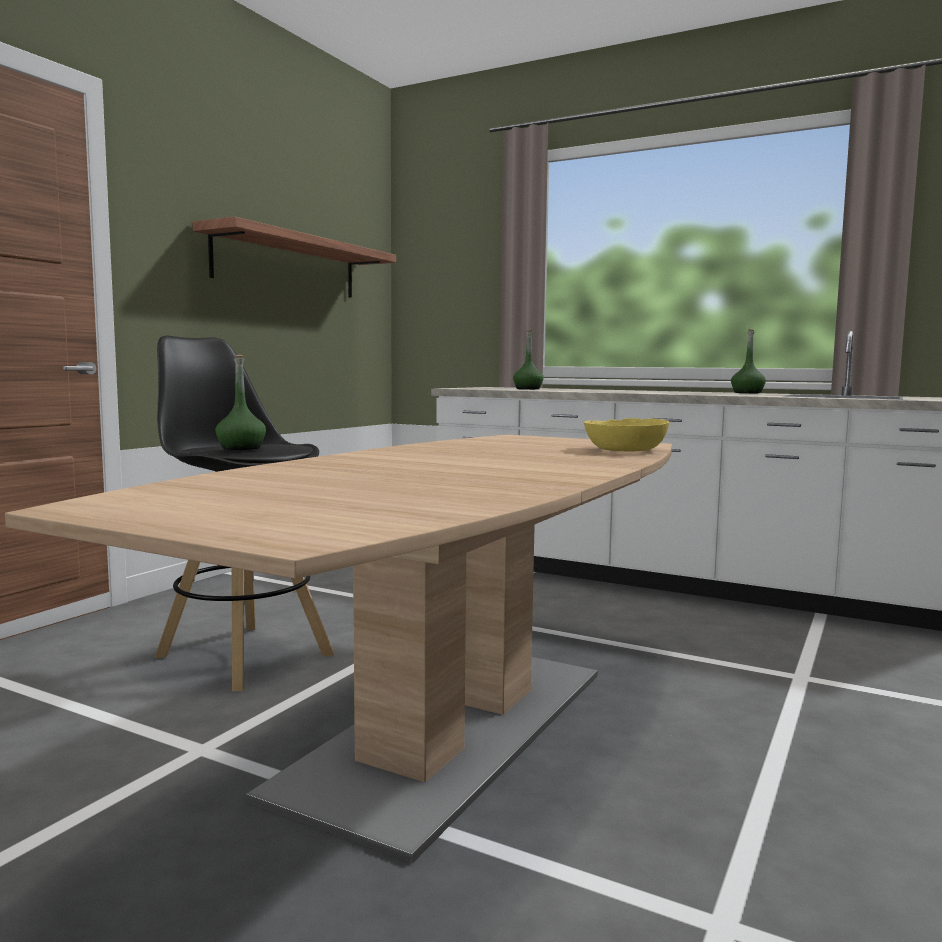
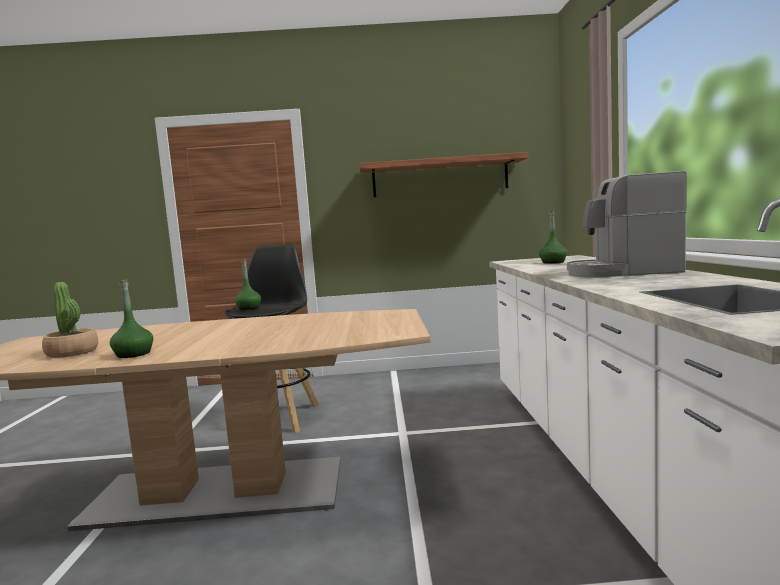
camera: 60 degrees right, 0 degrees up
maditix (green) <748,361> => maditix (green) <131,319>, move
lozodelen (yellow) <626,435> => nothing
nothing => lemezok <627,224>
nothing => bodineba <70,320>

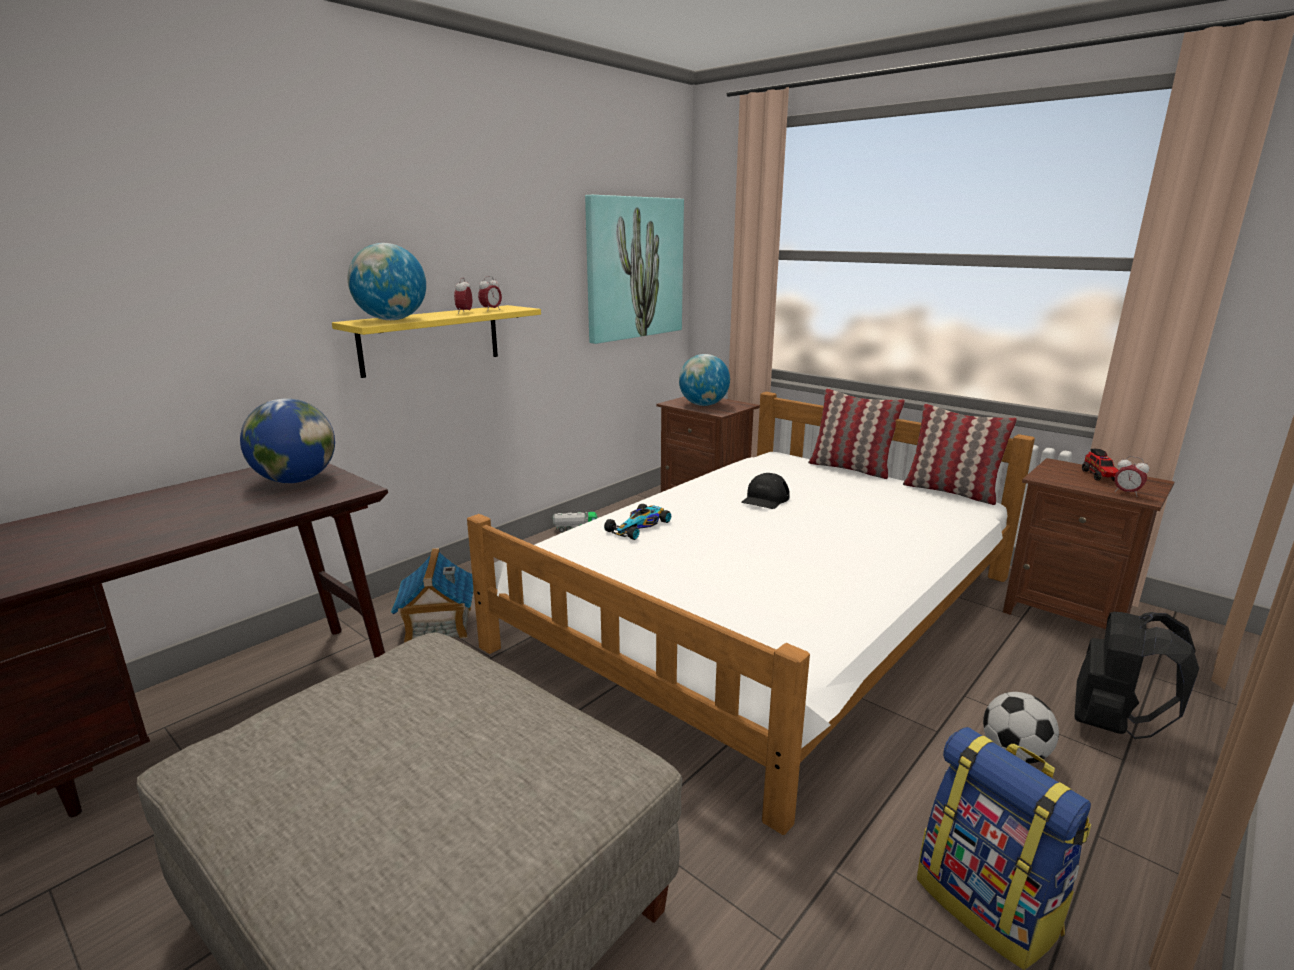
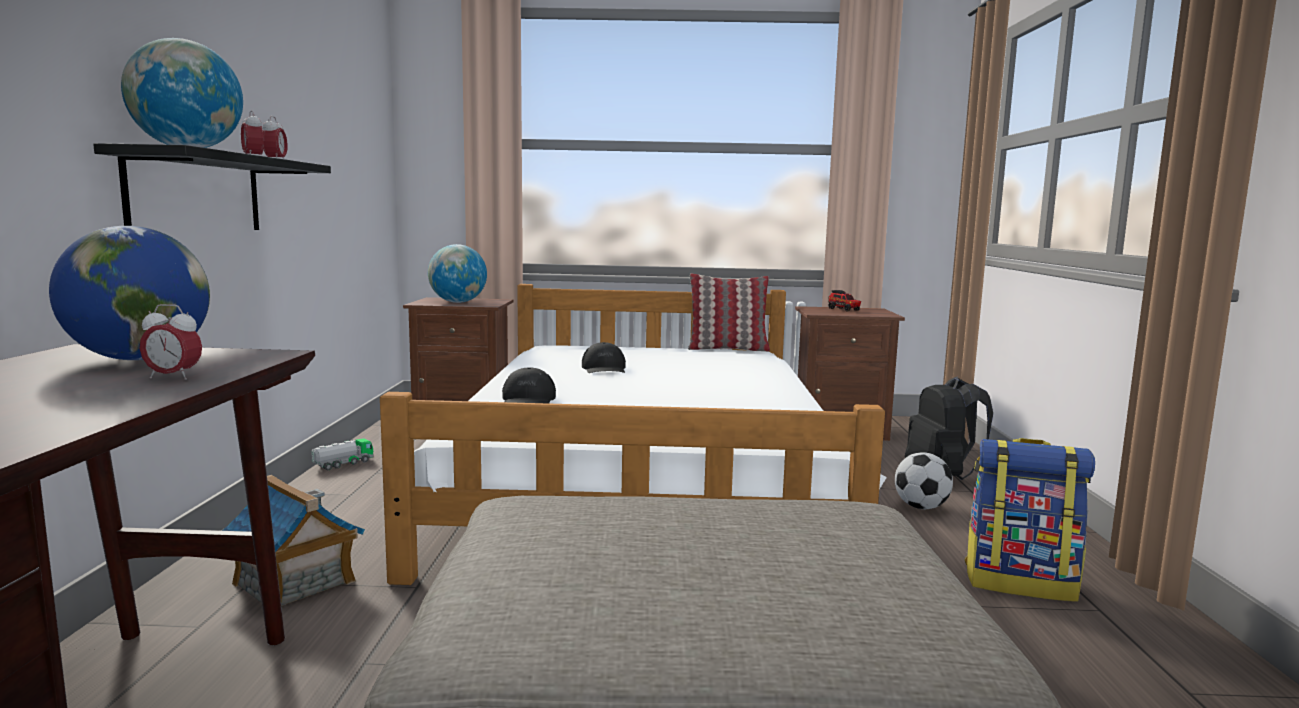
camera: 40 degrees left, 10 degrees down
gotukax <634,269> => nothing
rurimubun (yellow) <436,341> => rurimubun (black) <212,186>
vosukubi <856,434> => nothing
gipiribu <1131,476> => gipiribu <171,342>, move
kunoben <637,522> => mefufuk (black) <529,385>

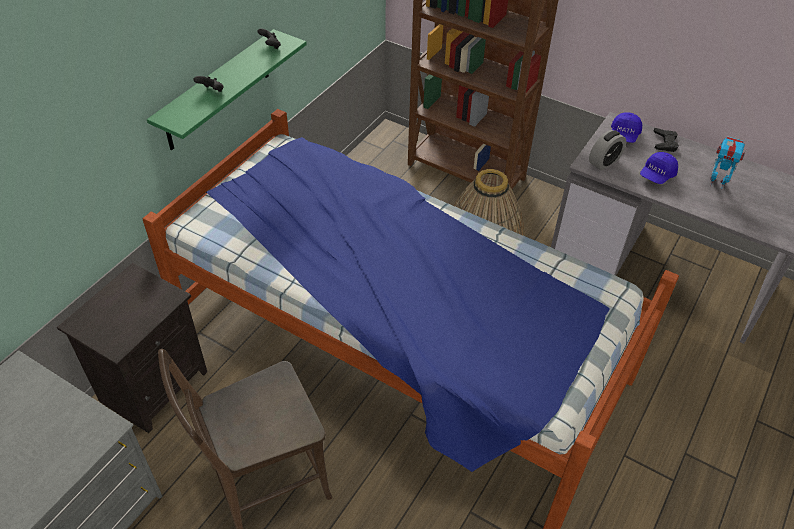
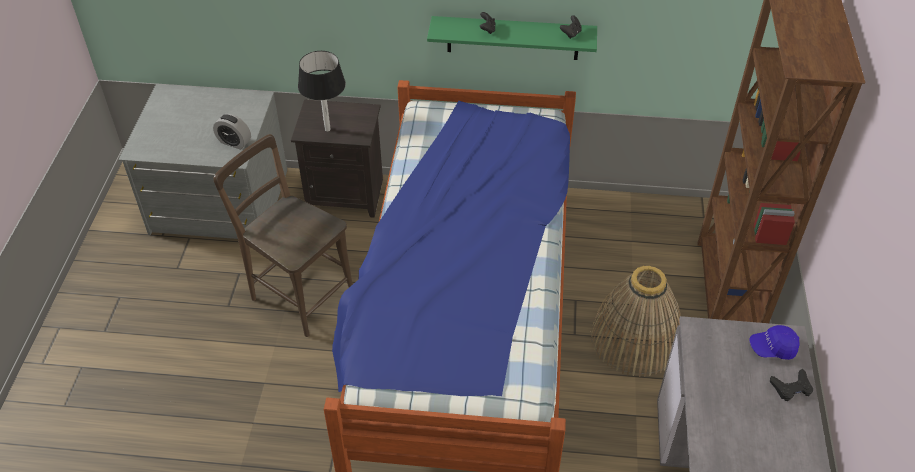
camera: 65 degrees right, 0 degrees up
gipiribu <607,150> => gipiribu <232,132>, move
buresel <727,163> => nothing
mefufuk (blue) <659,168> => nothing
nothing => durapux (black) <322,91>

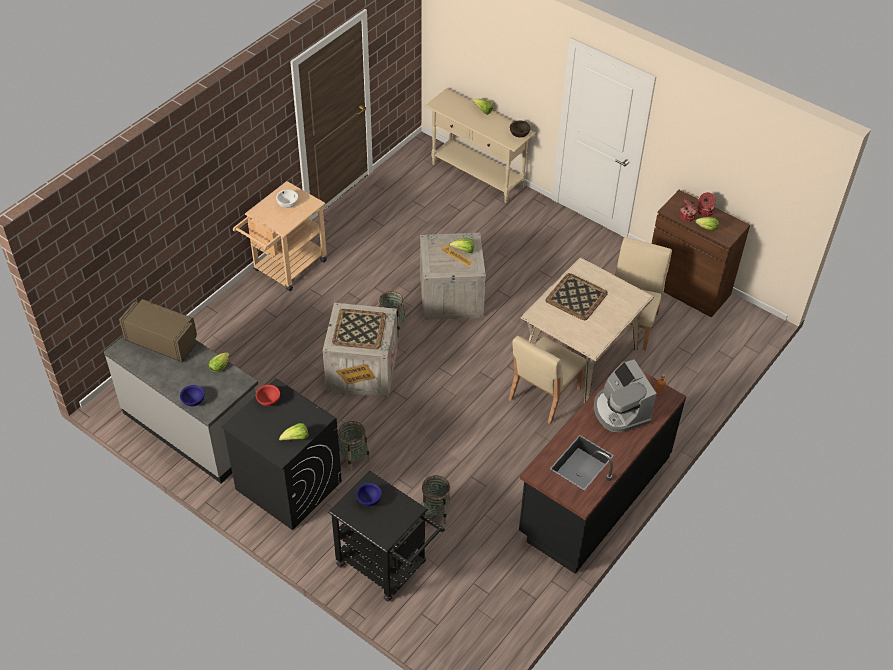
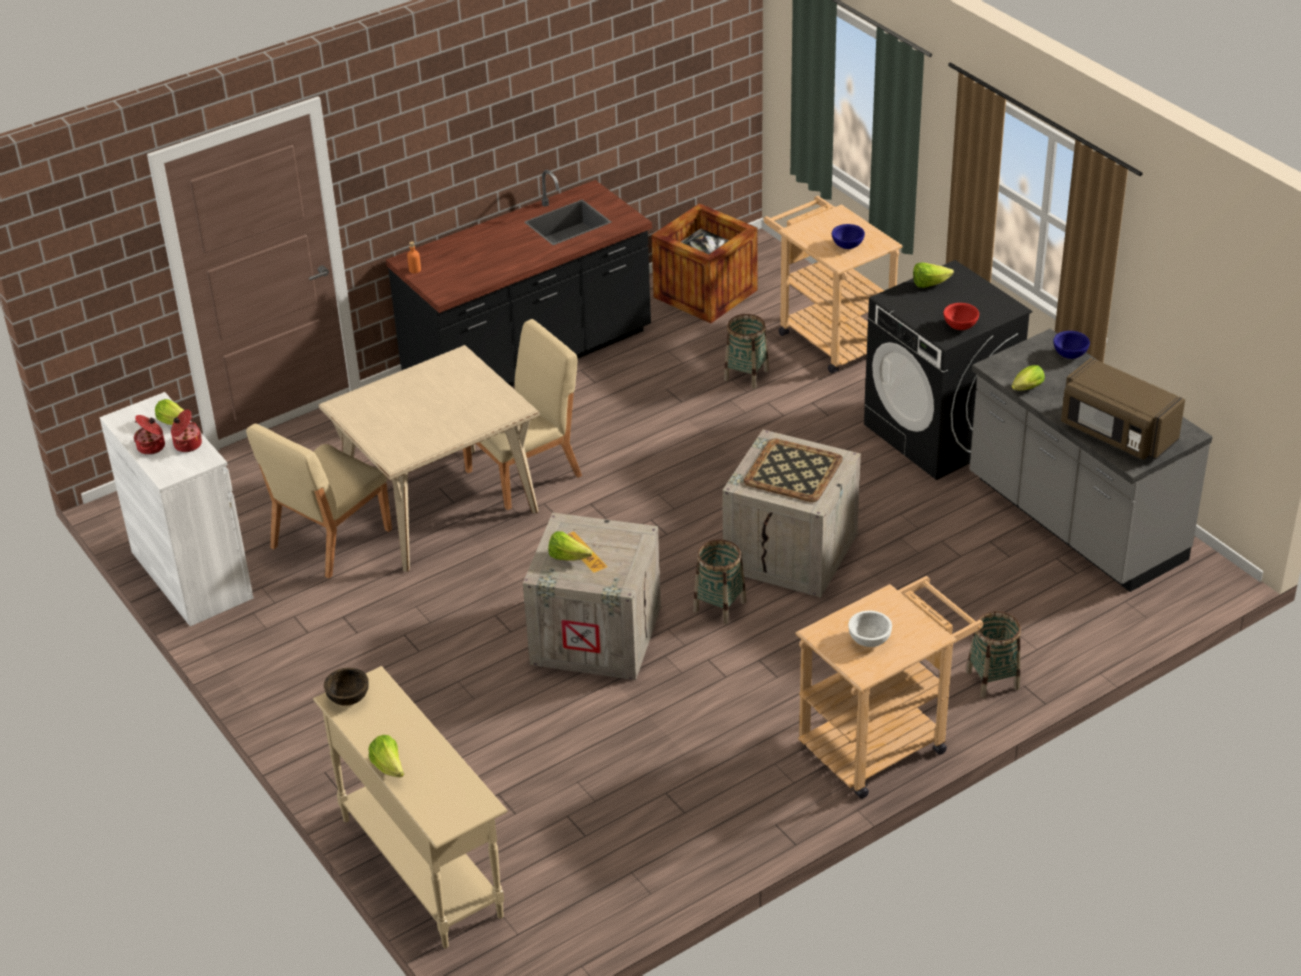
camera: 160 degrees left, 10 degrees down
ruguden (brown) <701,254> => ruguden (white) <176,509>
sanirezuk <576,296> => nothing
lemezok <625,395> => nothing
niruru <354,446> => niruru <993,654>, move
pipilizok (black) <386,536> => pipilizok (beige) <833,284>
nothing => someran <704,263>

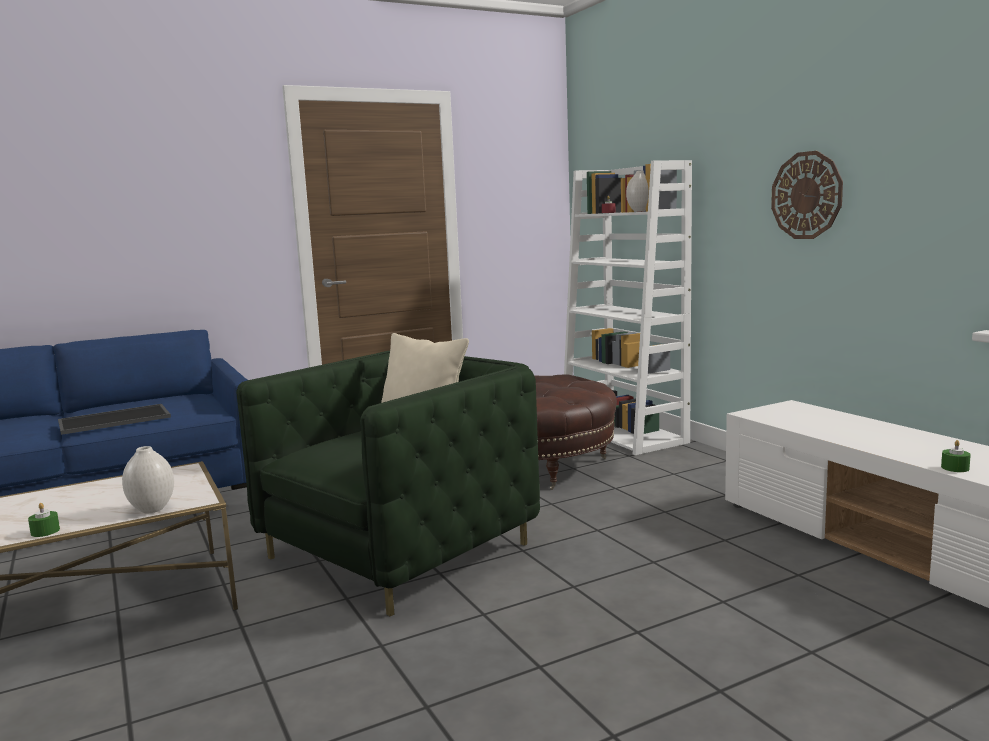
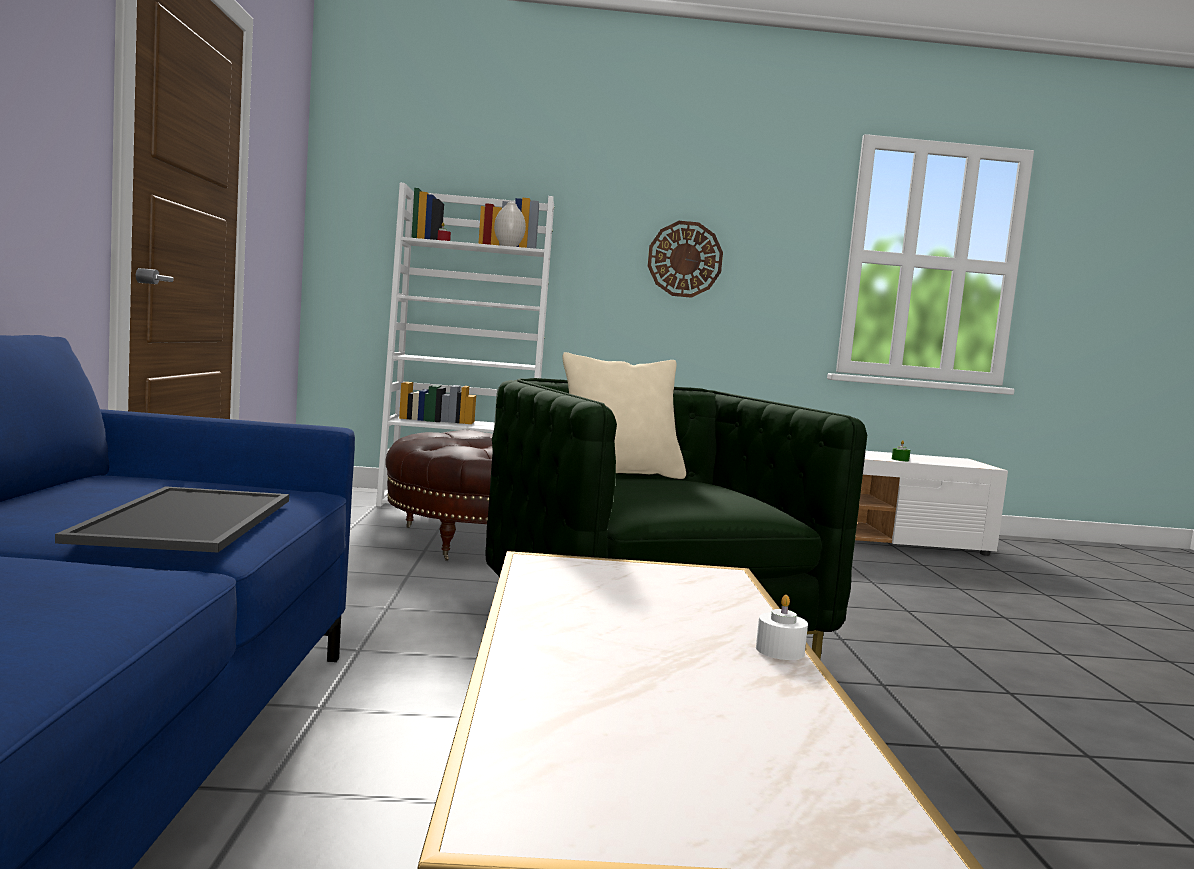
camera: 65 degrees left, 5 degrees down
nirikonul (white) <148,479> => nothing
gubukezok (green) <44,520> => gubukezok (white) <782,627>

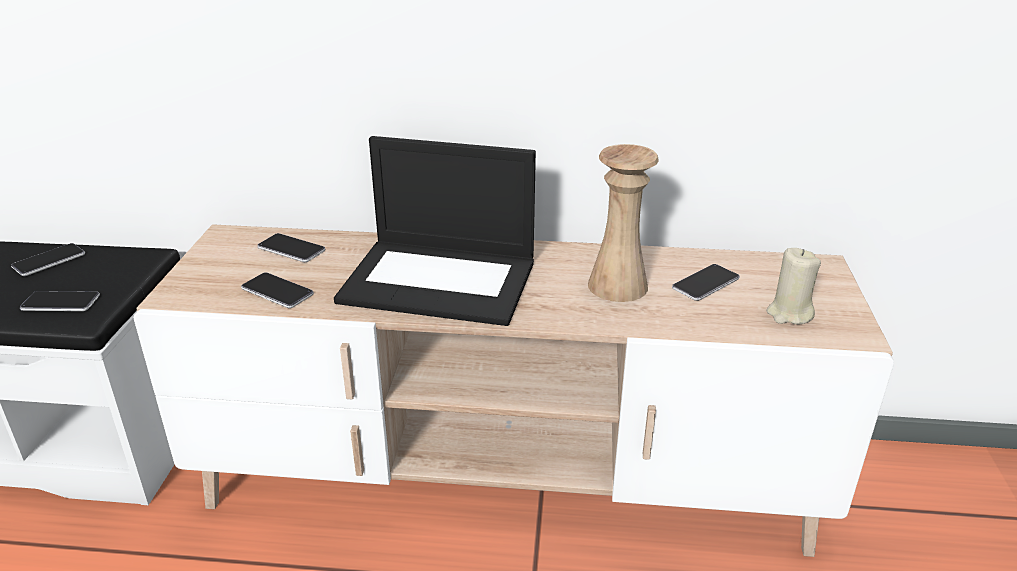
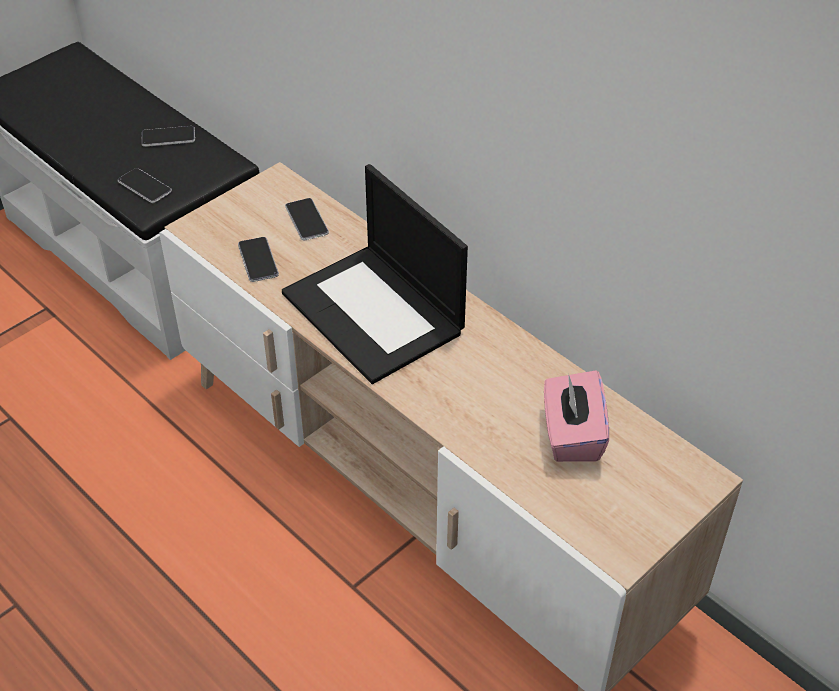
camera: 40 degrees right, 15 degrees up
nirikonul (beige) <623,223> => nothing
gubukezok (beige) <793,286> => nothing
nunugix <706,282> => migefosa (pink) <576,416>

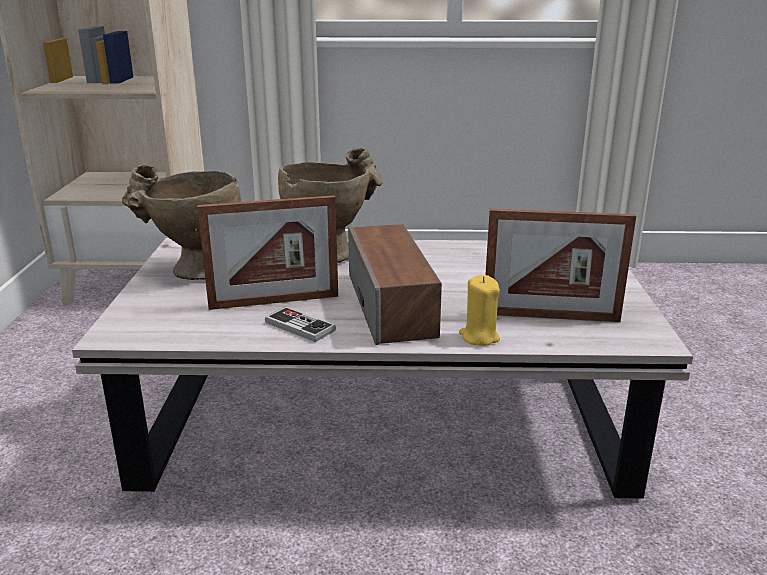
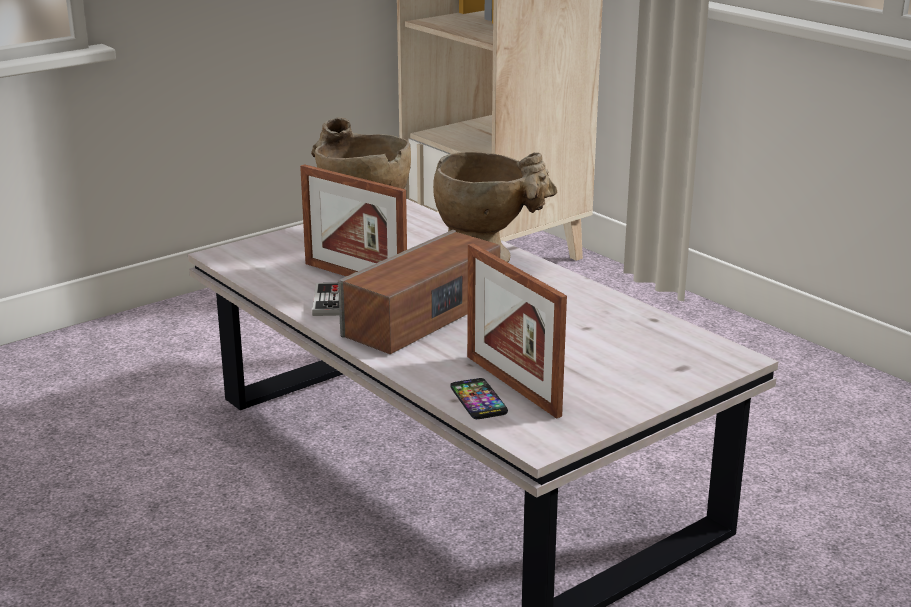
camera: 50 degrees right, 0 degrees up
gubukezok (yellow) <479,310> => nothing
nothing => nunugix <479,398>

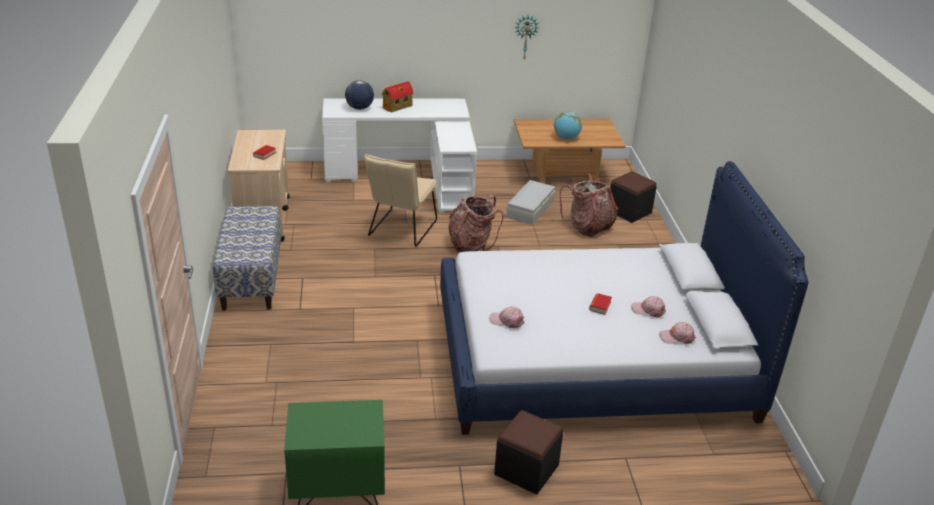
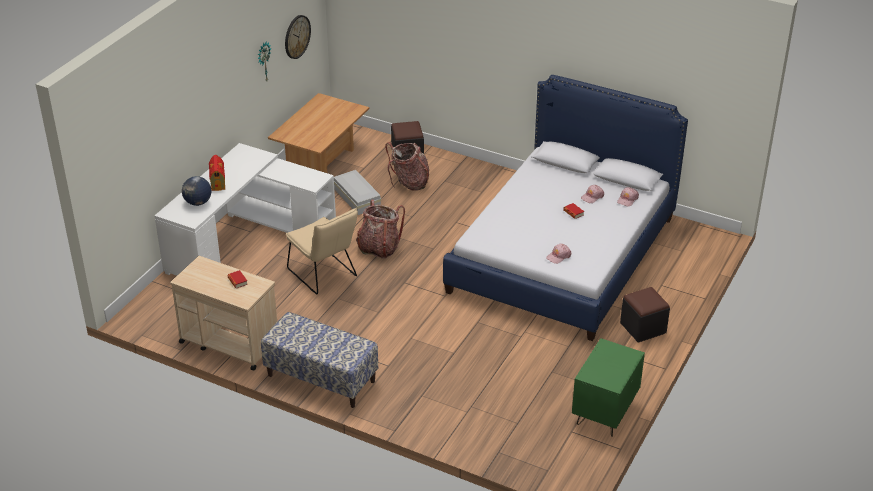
camera: 55 degrees left, 5 degrees up
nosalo <568,125> => nothing
nothing => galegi <298,37>

